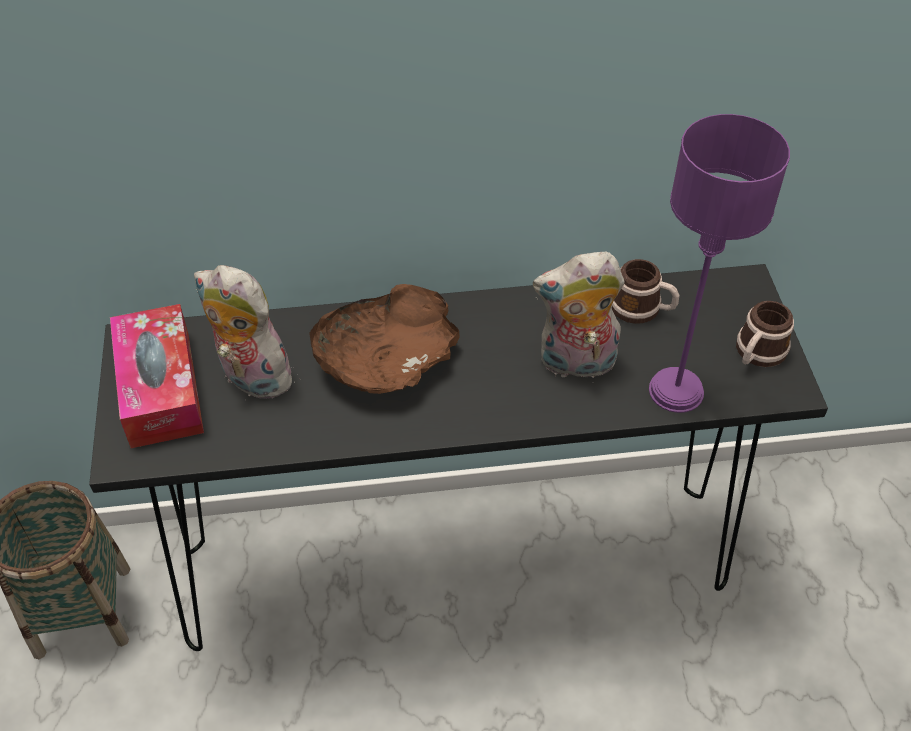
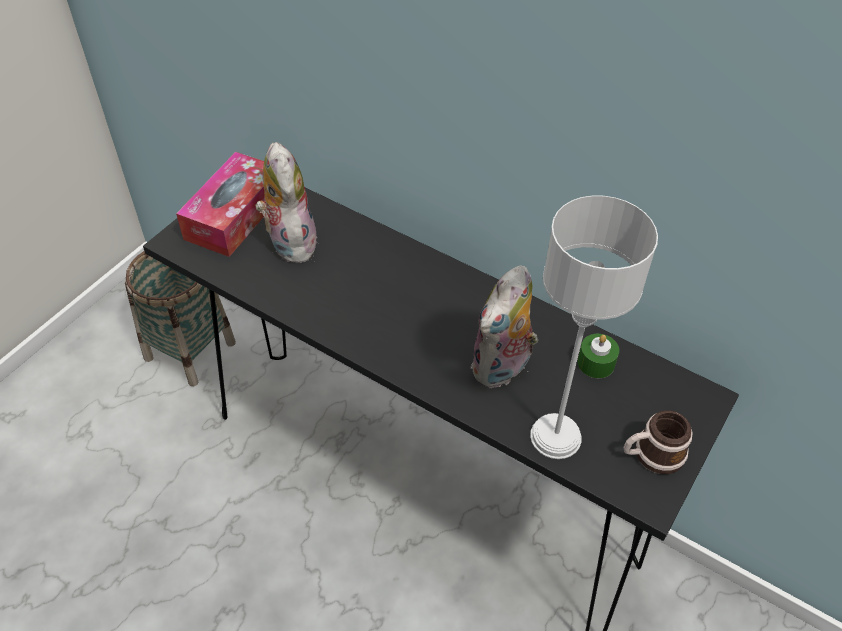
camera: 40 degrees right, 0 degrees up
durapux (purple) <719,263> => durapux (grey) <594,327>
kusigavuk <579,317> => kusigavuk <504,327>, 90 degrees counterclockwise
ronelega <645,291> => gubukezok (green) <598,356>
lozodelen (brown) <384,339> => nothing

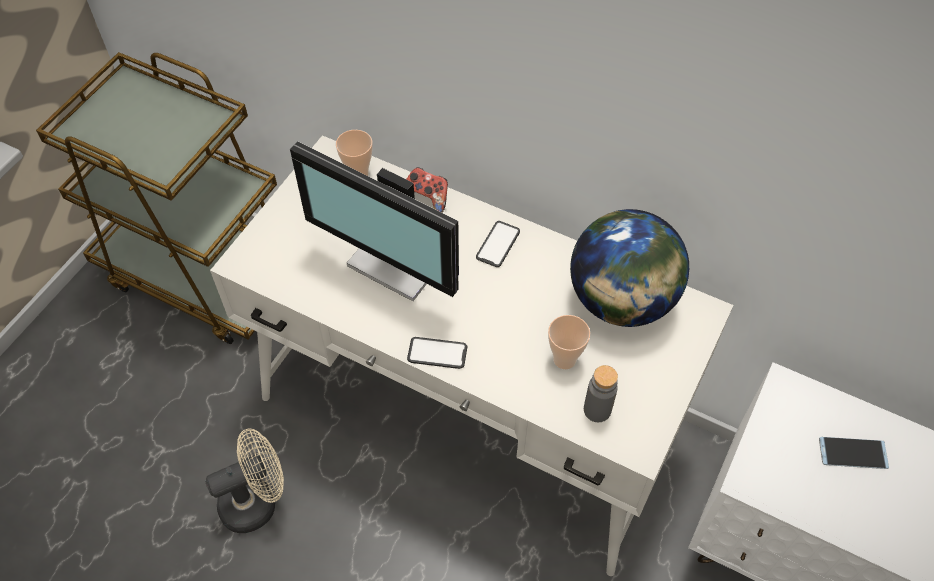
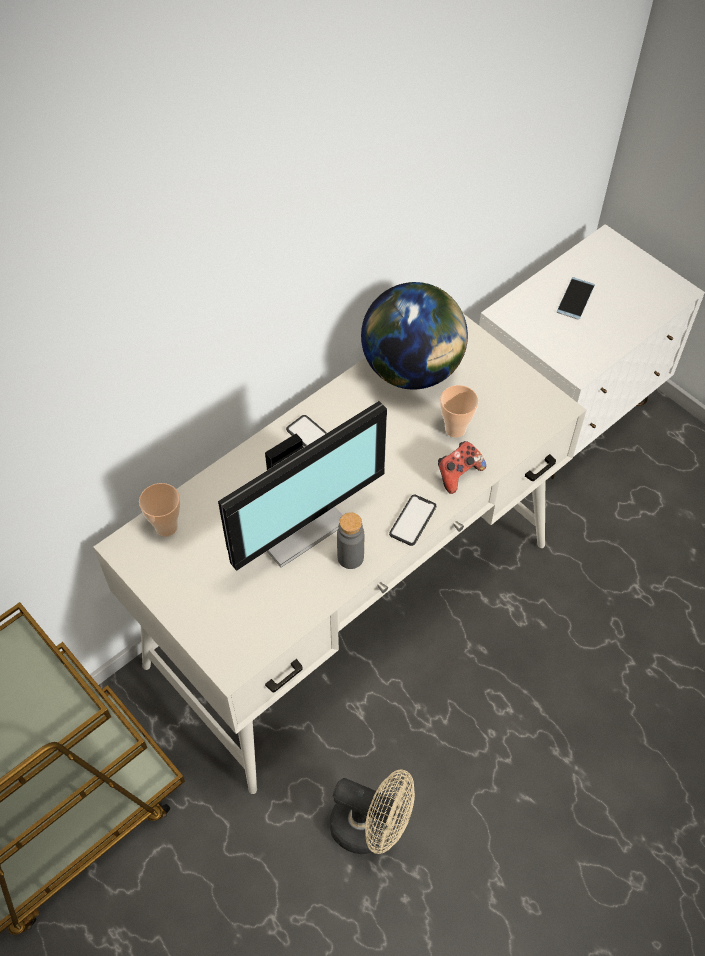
camera: 70 degrees left, 0 degrees up
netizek <427,190> => netizek <462,467>, move
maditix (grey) <601,393> => maditix (grey) <350,540>, move
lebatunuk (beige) <244,480> => lebatunuk (beige) <372,811>, 120 degrees clockwise

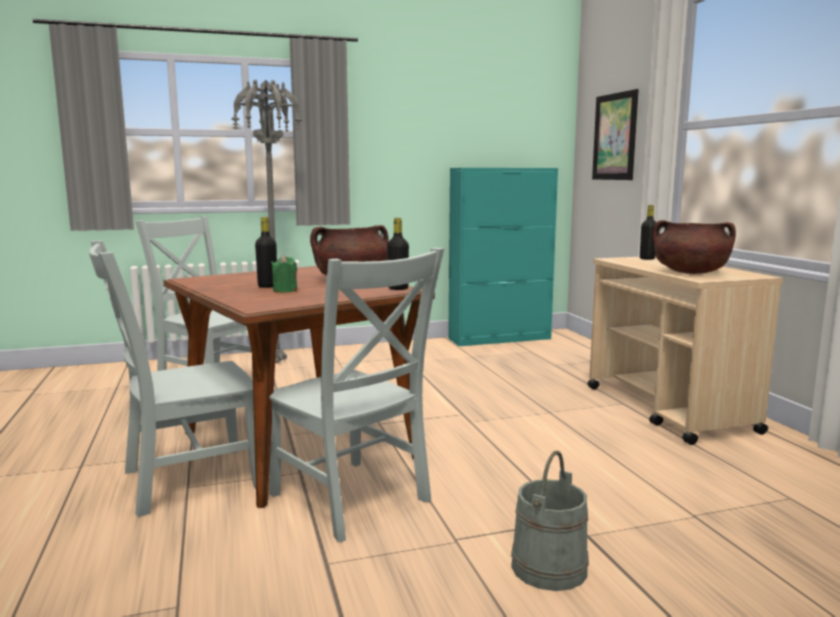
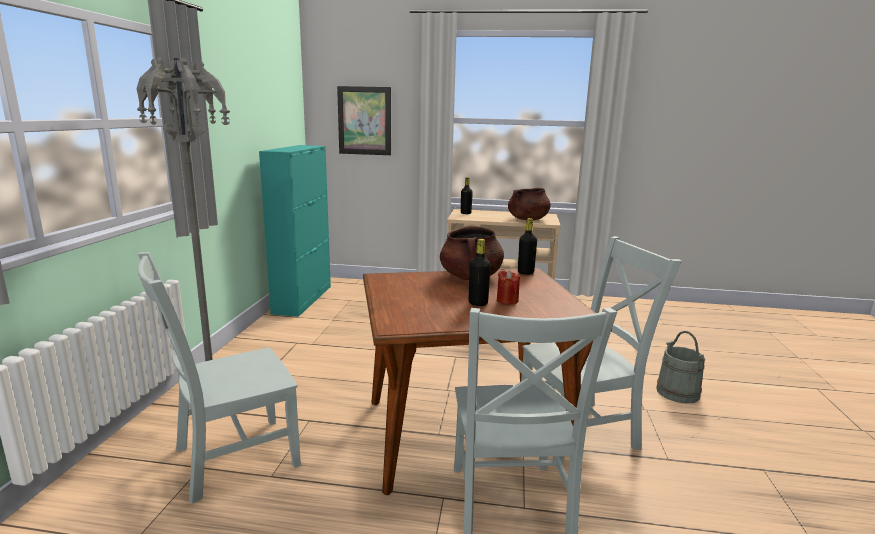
camera: 65 degrees left, 5 degrees up
gubukezok (green) <284,274> => gubukezok (red) <508,287>

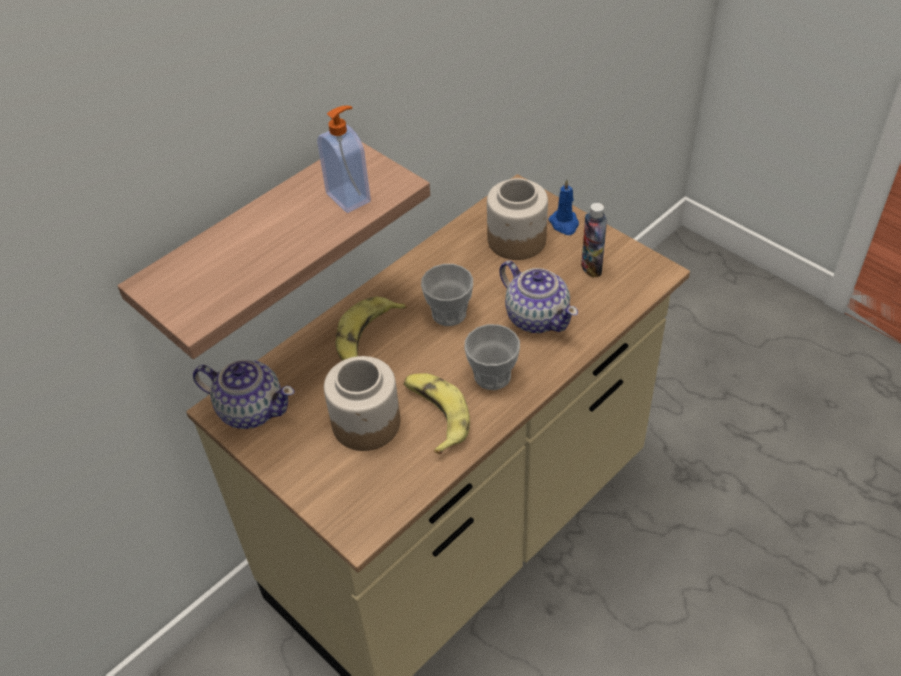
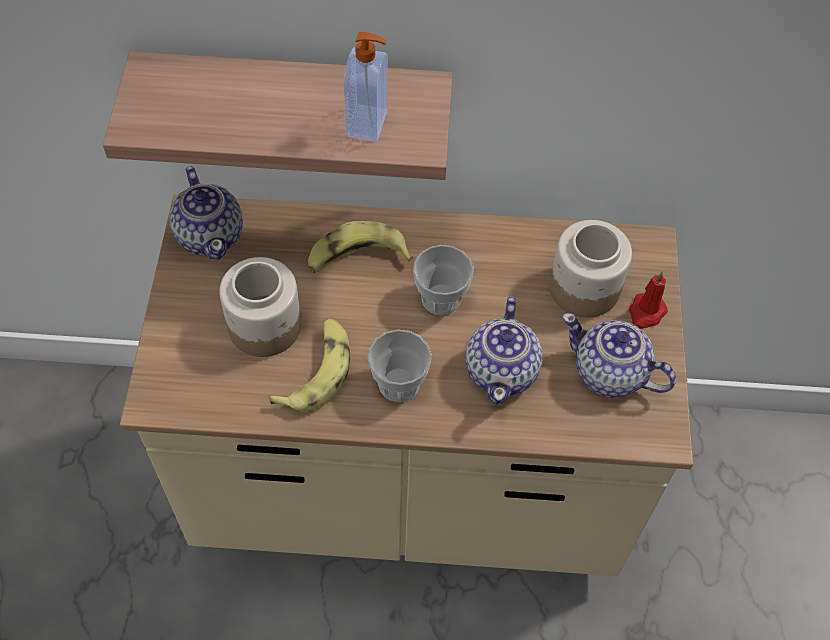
camera: 45 degrees right, 10 degrees up
gubukezok (blue) <563,207> => gubukezok (red) <648,300>
maditix <594,240> => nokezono <619,355>

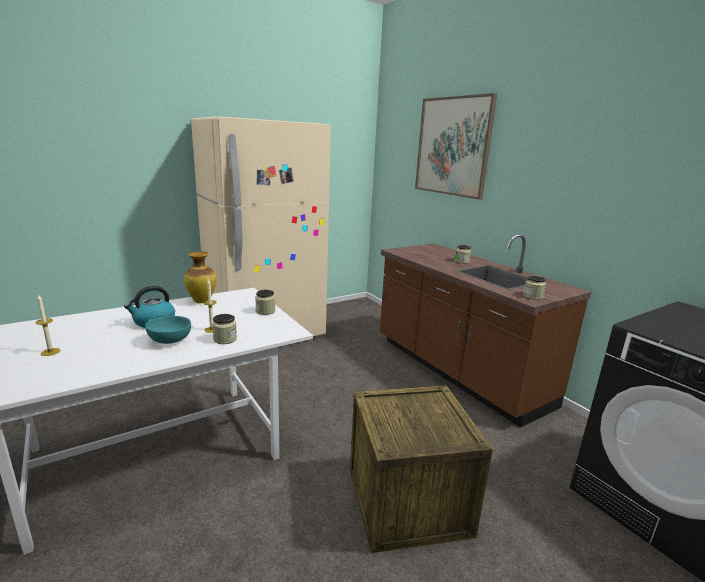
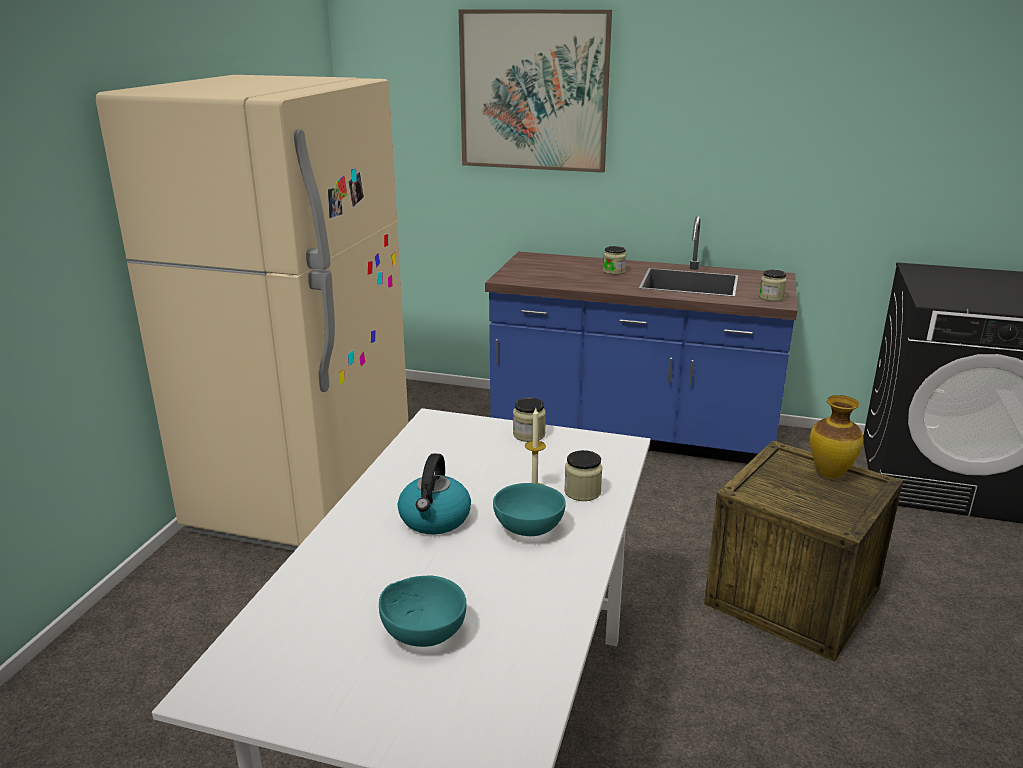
camera: 40 degrees left, 5 degrees up
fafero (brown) <485,331> => fafero (blue) <641,340>
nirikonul <200,277> => nirikonul <836,437>, move
gubukezok <48,325> => lozodelen (turquoise) <422,611>

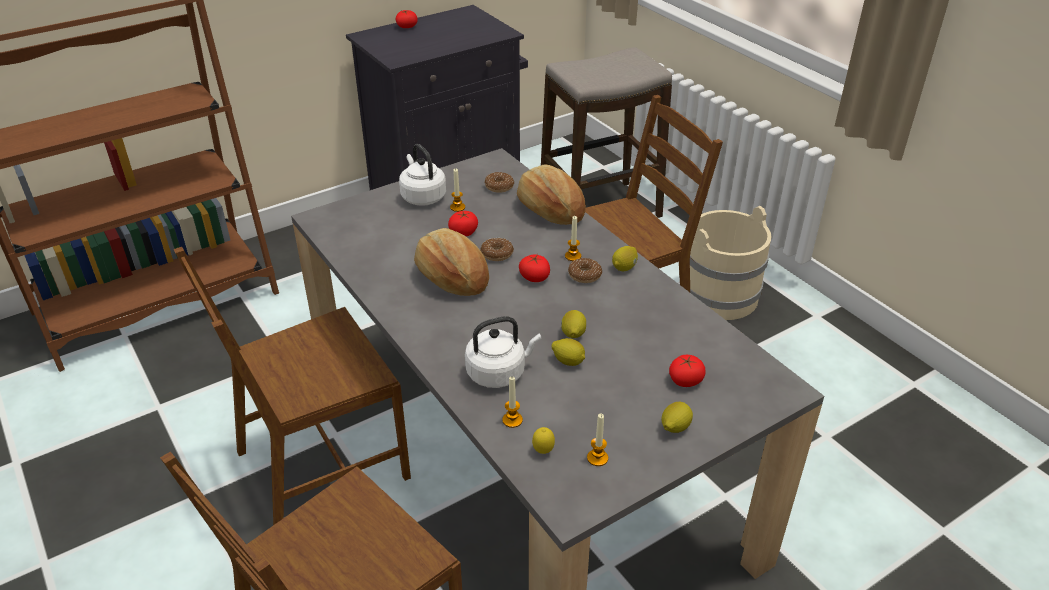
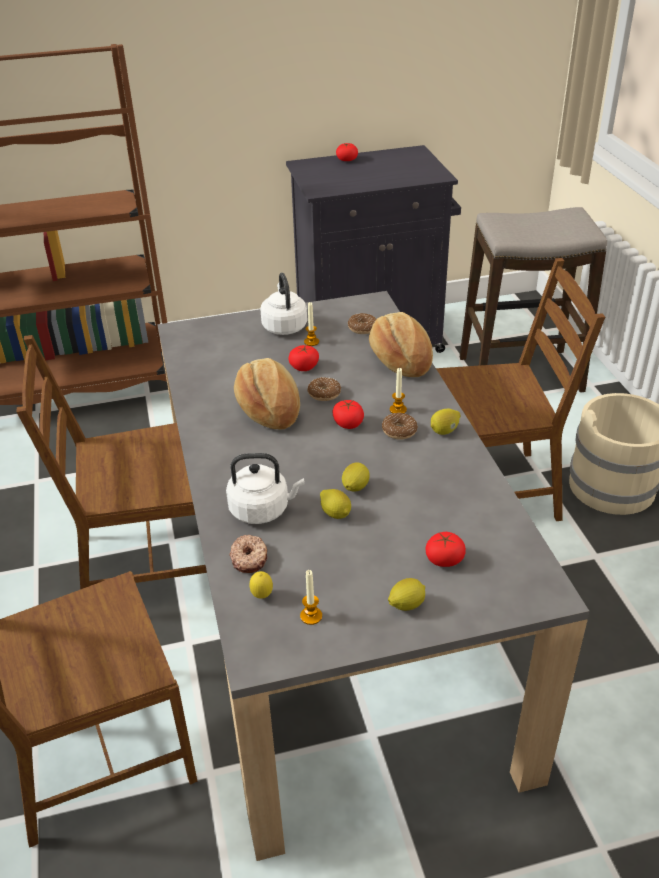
camera: 20 degrees right, 0 degrees up
gubukezok <512,402> => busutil <248,554>

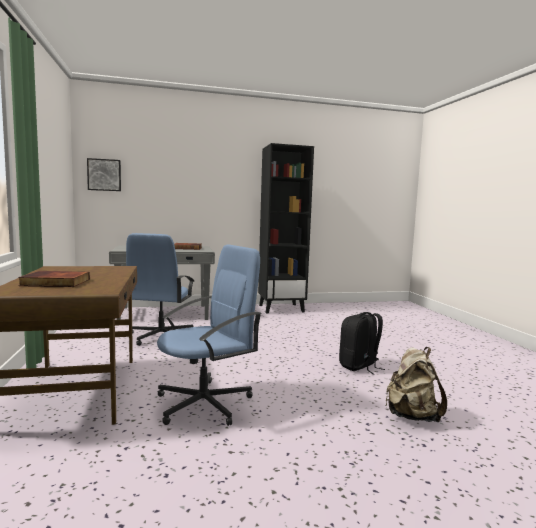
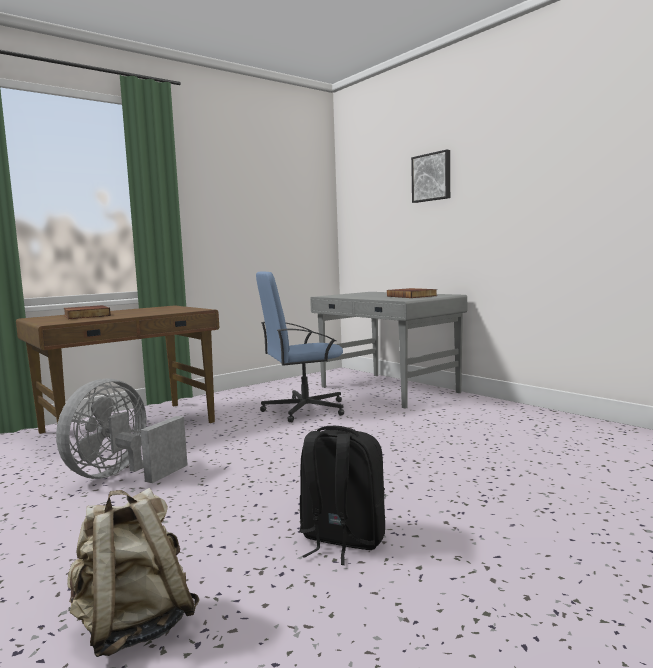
camera: 65 degrees right, 0 degrees up
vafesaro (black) <286,228> => nothing
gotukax <104,174> => gotukax <430,176>, move
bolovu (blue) <209,335> => lebatunuk (grey) <122,430>

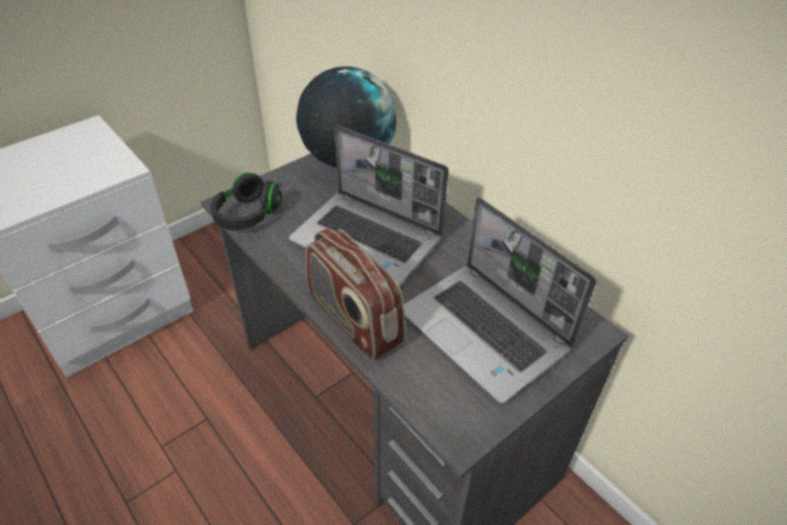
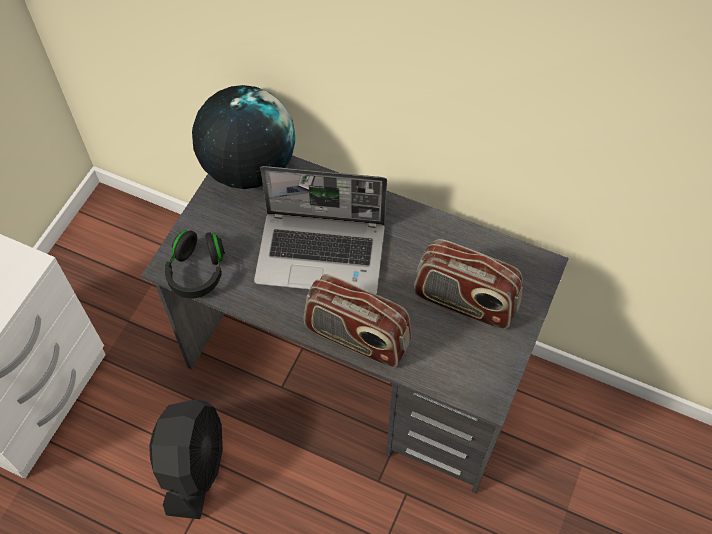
camera: 25 degrees left, 15 degrees up
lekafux <500,300> => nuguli <468,284>
nothing => lebatunuk (black) <186,459>

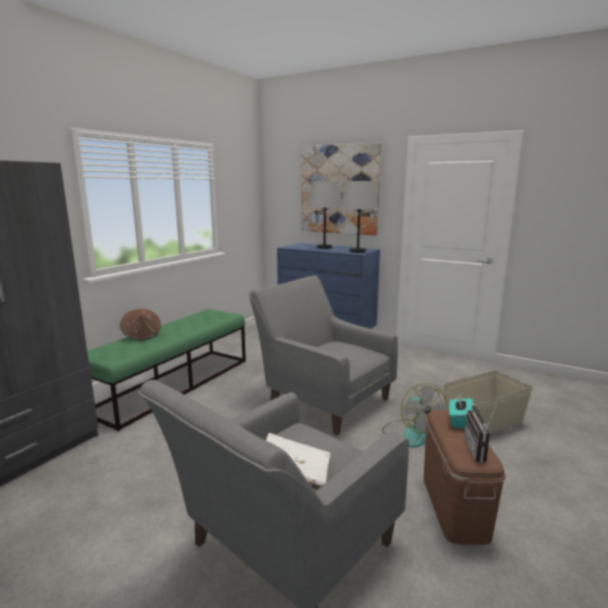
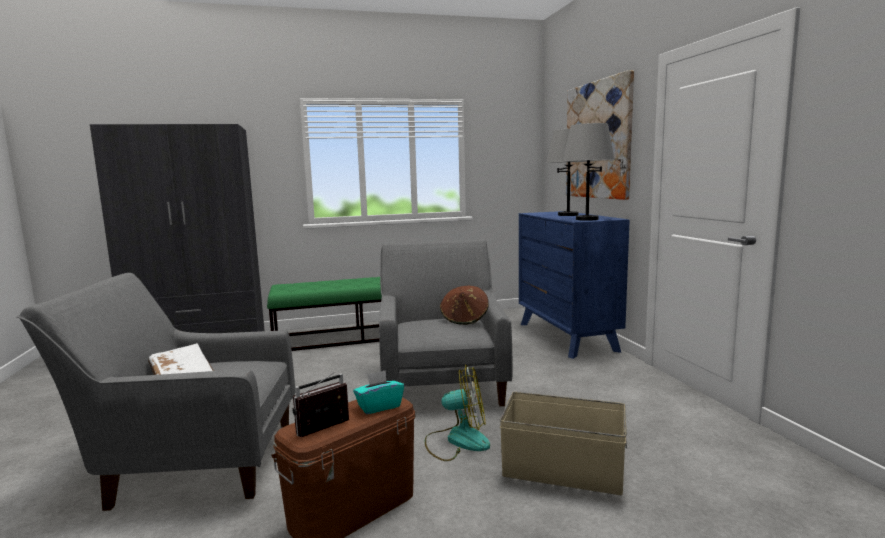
camera: 45 degrees right, 5 degrees down
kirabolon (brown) <140,324> => kirabolon (brown) <464,305>, move
lebatunuk <415,415> => lebatunuk <457,413>, 120 degrees counterclockwise

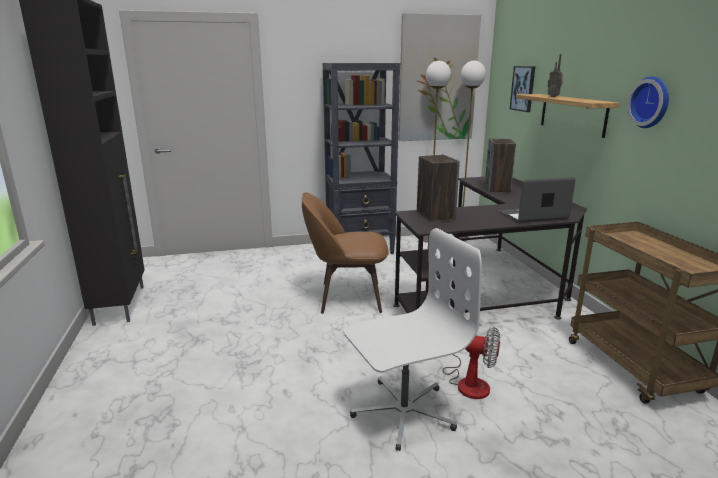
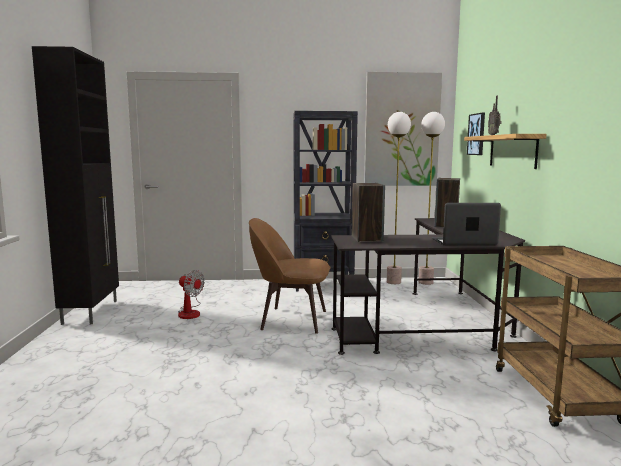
camera: 10 degrees right, 10 degrees down
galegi <648,102> => nothing
bolovu (white) <413,339> => nothing
lebatunuk <471,363> => lebatunuk <191,294>, move

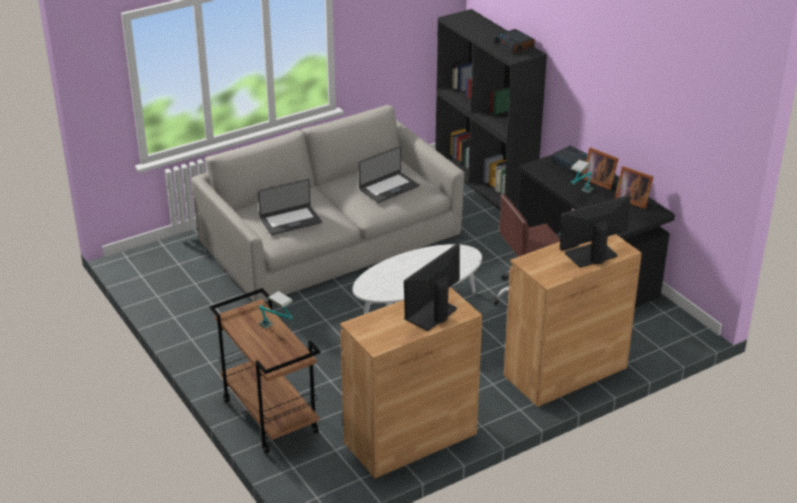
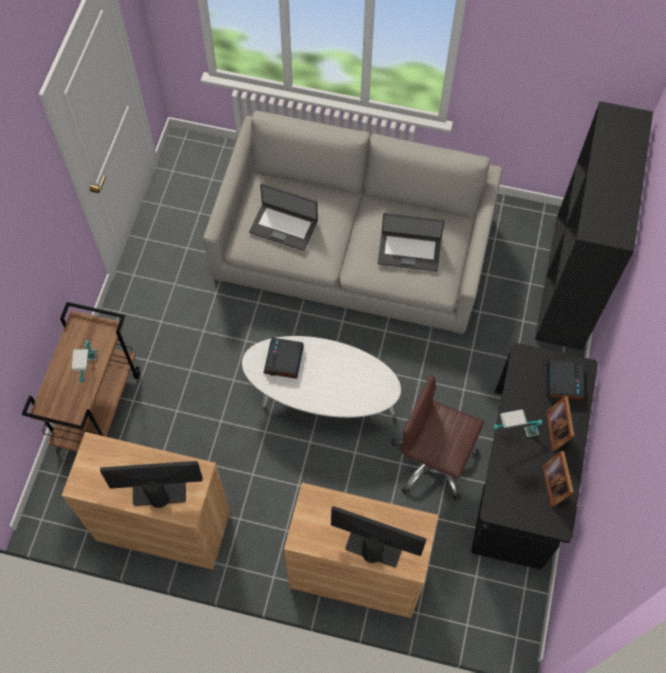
camera: 45 degrees right, 30 degrees up
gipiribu <514,41> => gipiribu <283,358>, move

